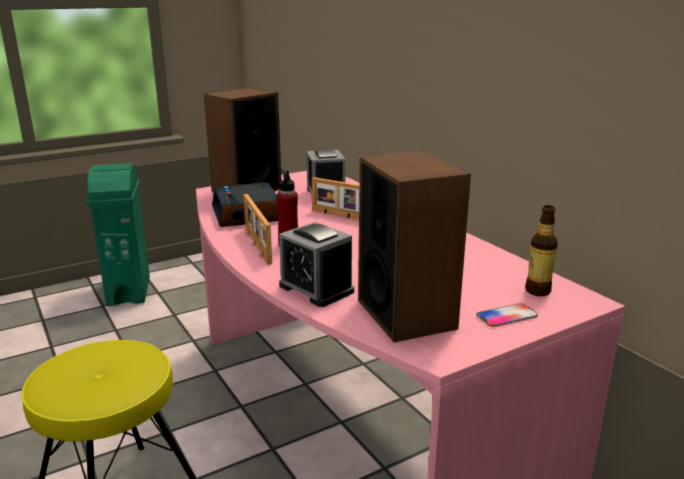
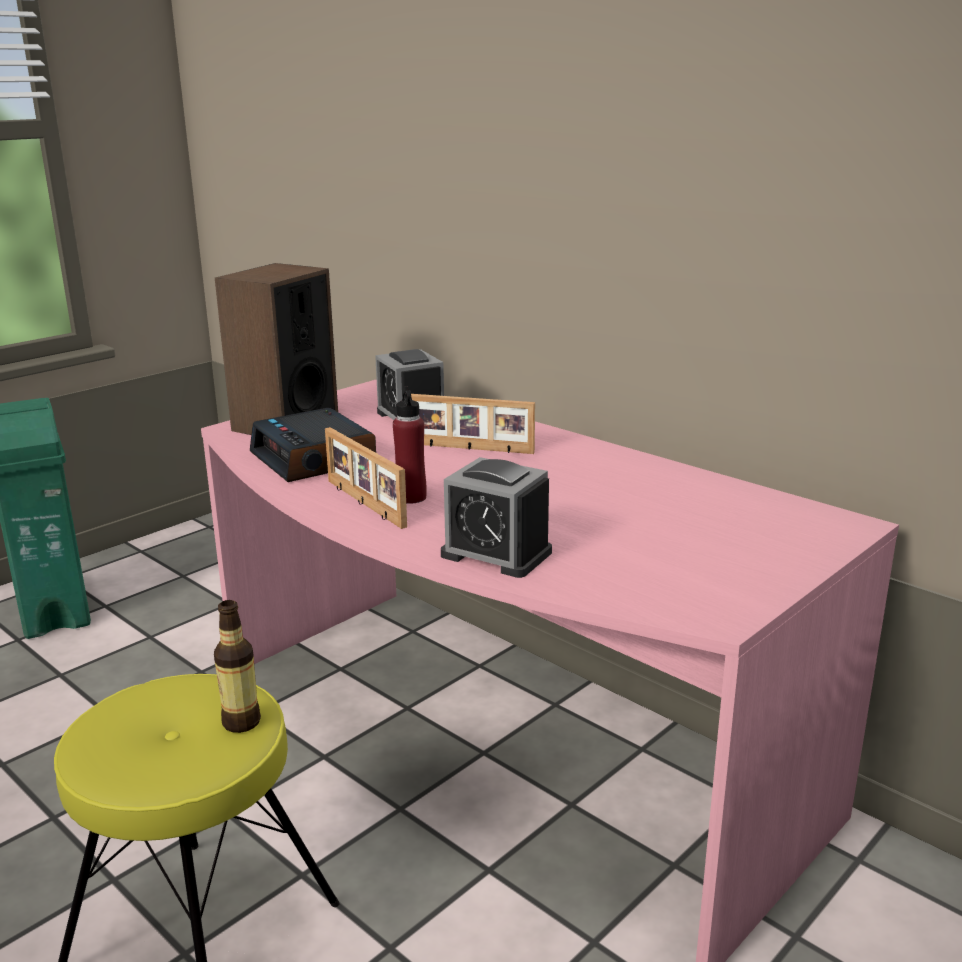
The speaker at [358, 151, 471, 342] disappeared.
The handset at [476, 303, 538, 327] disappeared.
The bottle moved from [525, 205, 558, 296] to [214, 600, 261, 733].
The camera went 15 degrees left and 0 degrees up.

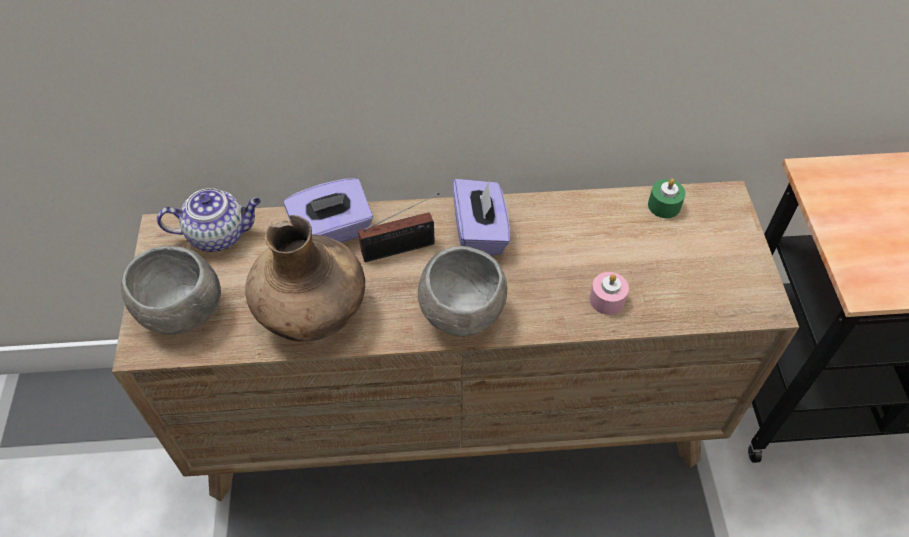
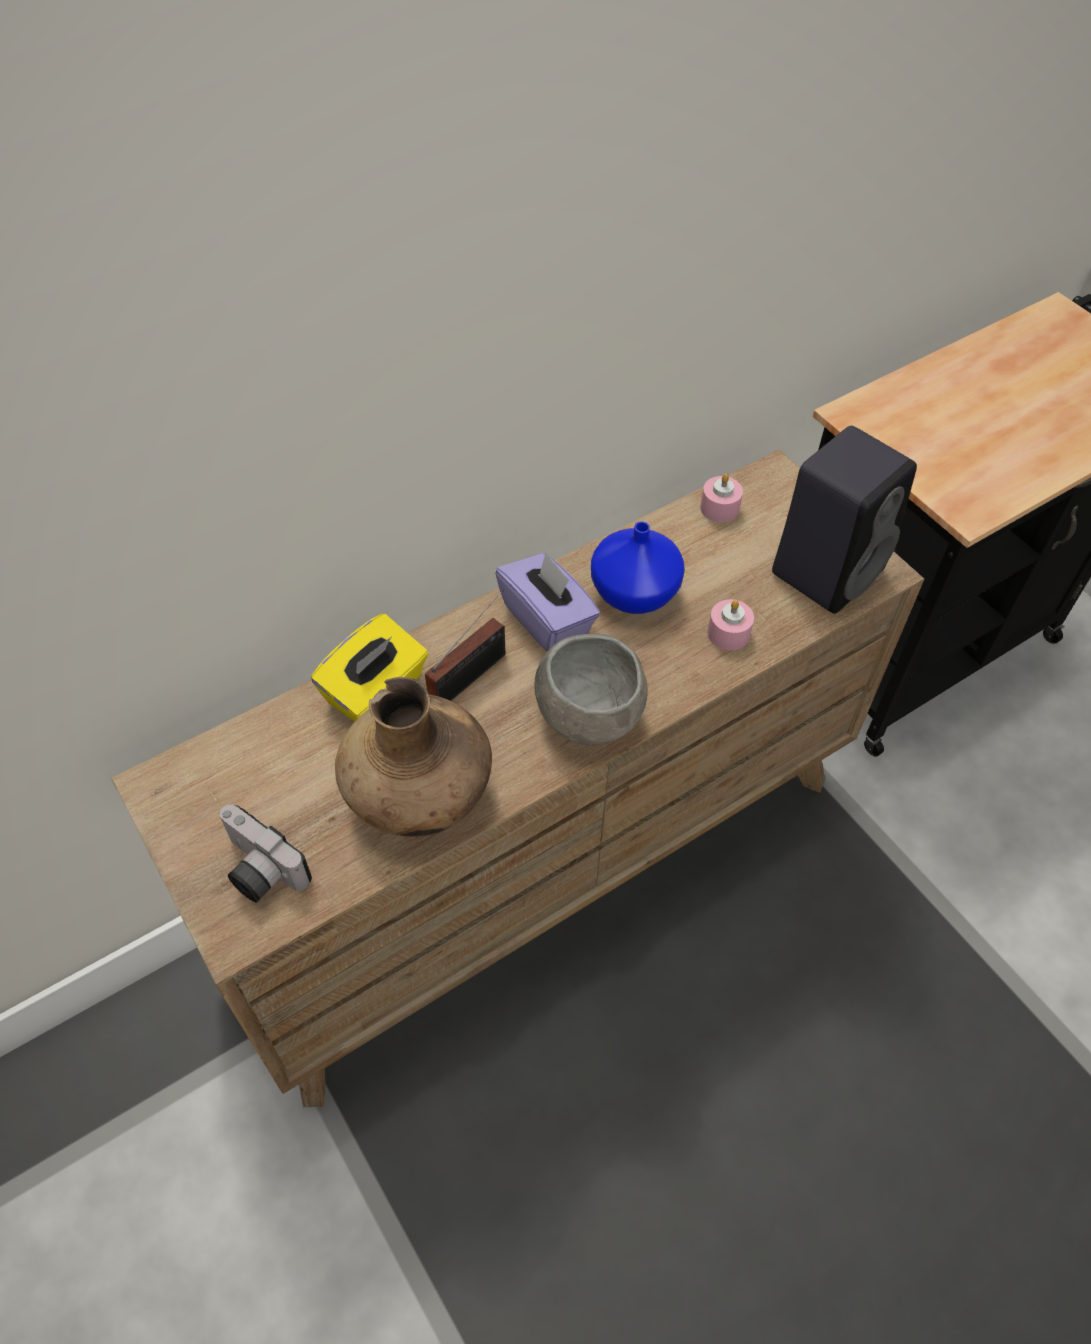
The deep dish/grey at [121, 246, 221, 335] was replaced by the still camera at [219, 804, 312, 903].
The tea pot at [157, 188, 261, 252] disappeared.
The tissue holder/purple-coloured at [284, 178, 373, 243] became the tissue holder/yellow-coloured at [311, 614, 428, 722].
The wax candle/greenish at [648, 179, 685, 218] became the wax candle/pink-coloured at [700, 474, 743, 523].
The decorative vase/blue at [591, 522, 685, 614] appeared.
The speaker/black-coloured at [772, 426, 917, 614] appeared.
The camera went 30 degrees left and 0 degrees up.

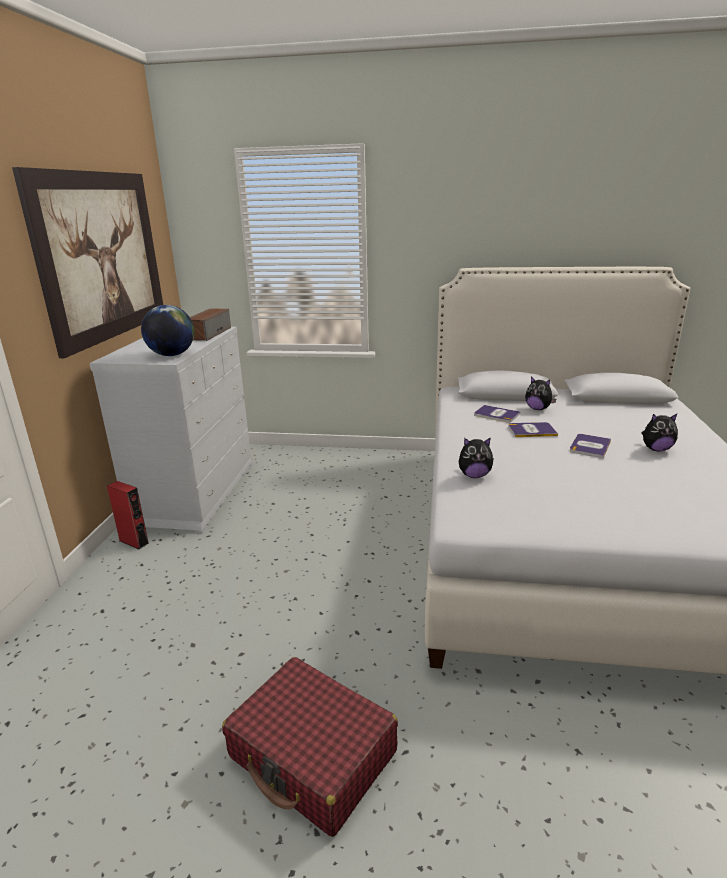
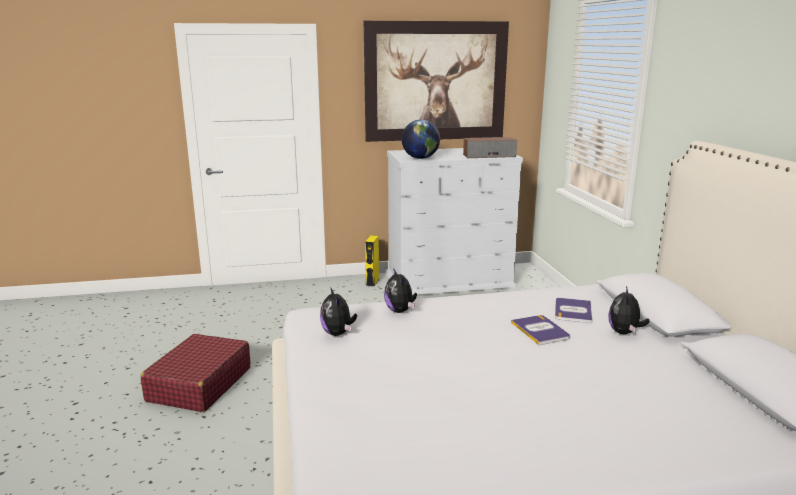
The speaker/red at [107, 481, 149, 549] became the speaker/yellow-coloured at [365, 235, 379, 287].
The bound book at [570, 434, 611, 458] disappeared.
The plush toy moved from [641, 414, 678, 452] to [320, 287, 357, 336].
The camera went 70 degrees right and 5 degrees down.

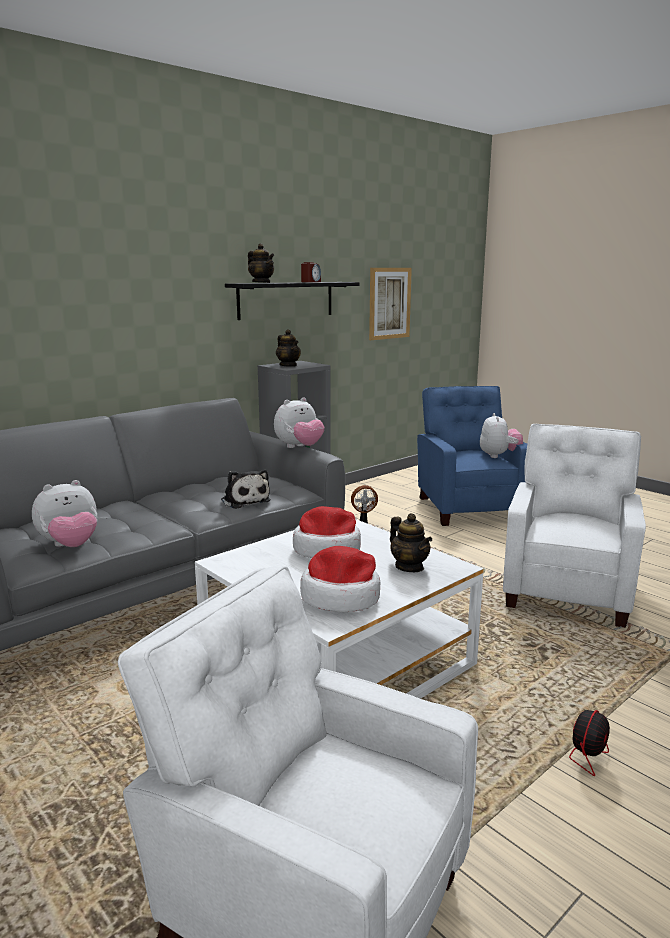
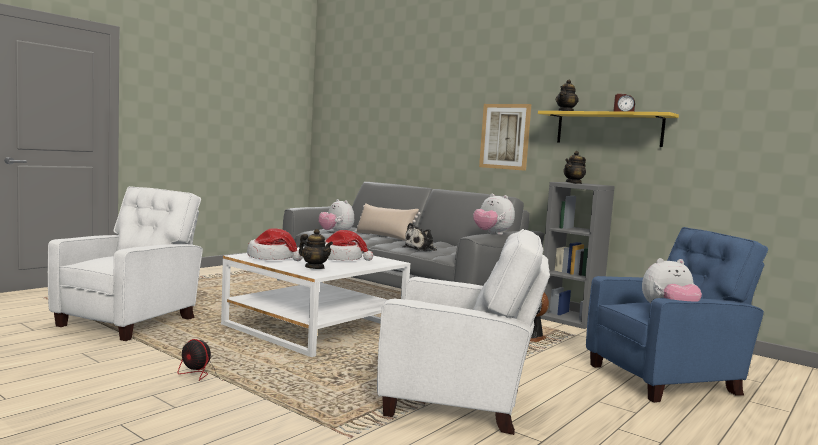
The bracket shelf/black-coloured at [225, 282, 360, 320] became the bracket shelf/yellow-coloured at [538, 111, 679, 147].
The wall art moved from [369, 268, 412, 340] to [479, 104, 531, 171].
The tea pot at [390, 513, 432, 572] turned 105 degrees counterclockwise.
The throw pillow/beige at [355, 203, 421, 241] appeared.
The camera went 80 degrees right and 10 degrees down.

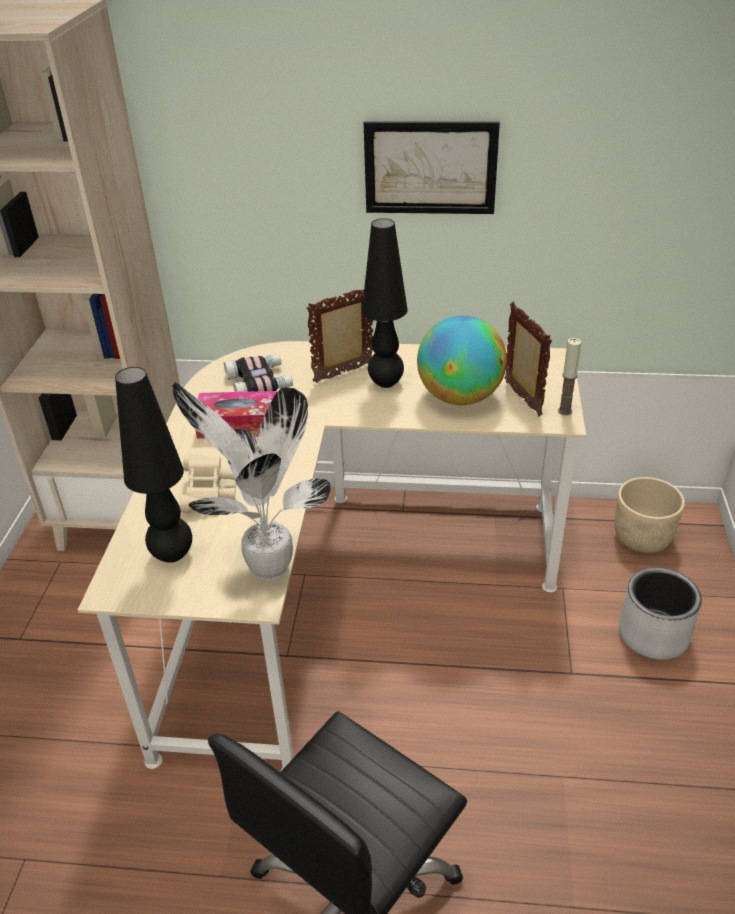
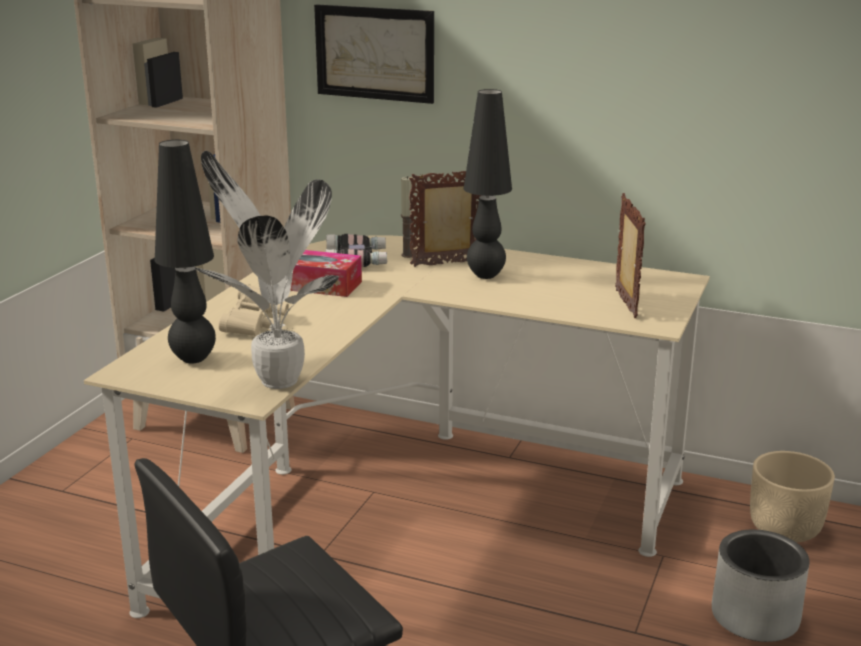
The wall art moved from [364, 121, 500, 214] to [314, 4, 434, 104].
The world globe at [417, 315, 507, 405] disappeared.
The wax candle moved from [558, 338, 581, 415] to [401, 176, 414, 258].
The camera went 15 degrees right and 15 degrees down.

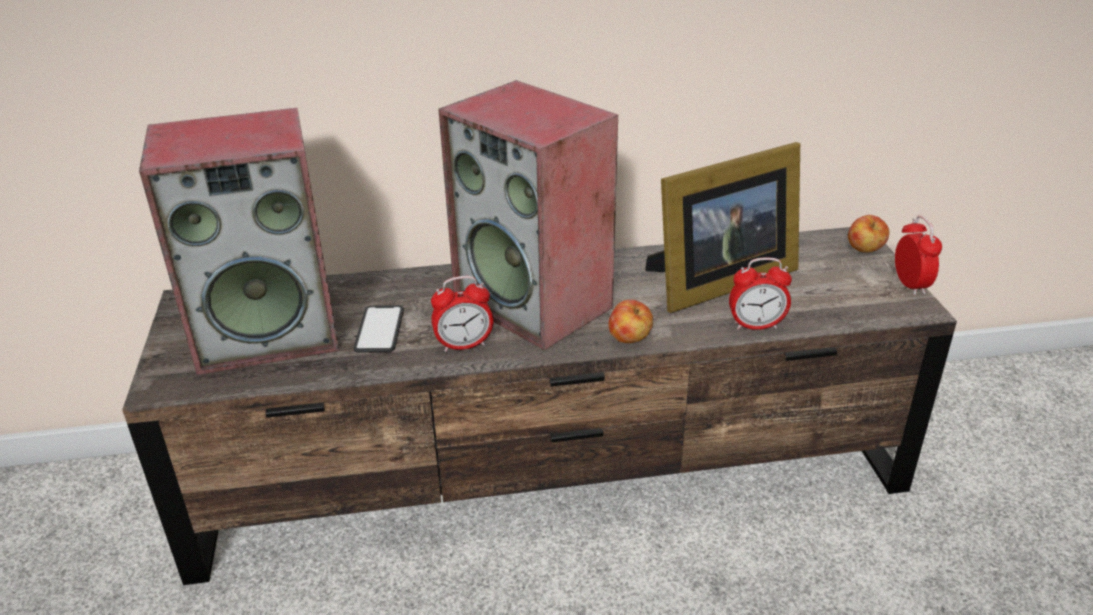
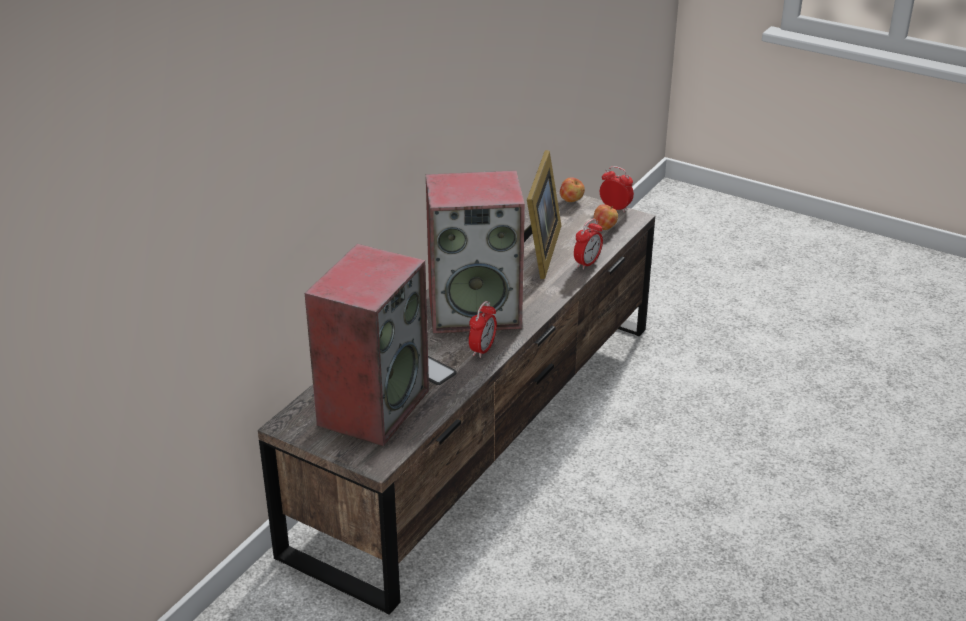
The whole apple moved from [608, 300, 653, 343] to [594, 204, 618, 230].
The camera went 50 degrees left and 0 degrees up.

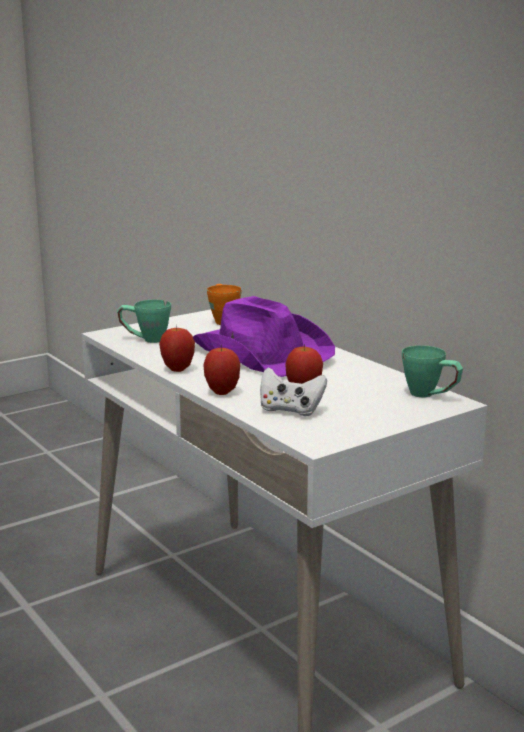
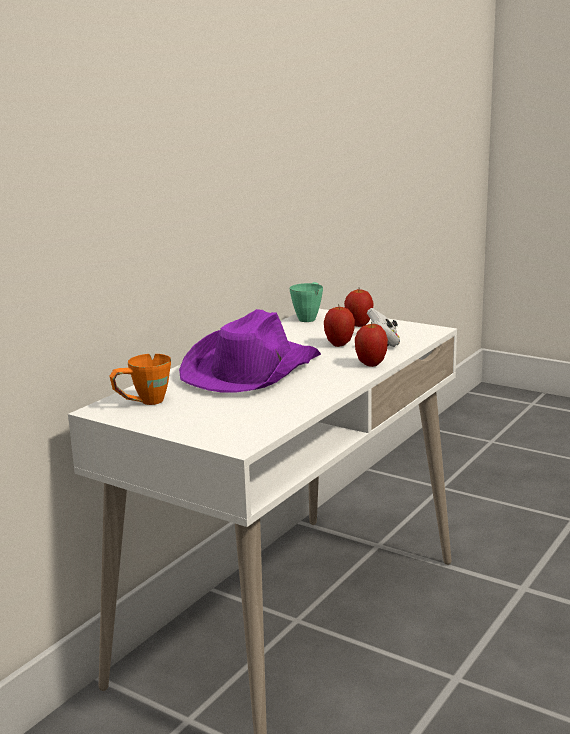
The tea mug/greenish at [117, 300, 171, 343] disappeared.
The whole apple moved from [159, 325, 195, 372] to [344, 289, 373, 327].
The camera went 110 degrees left and 0 degrees up.

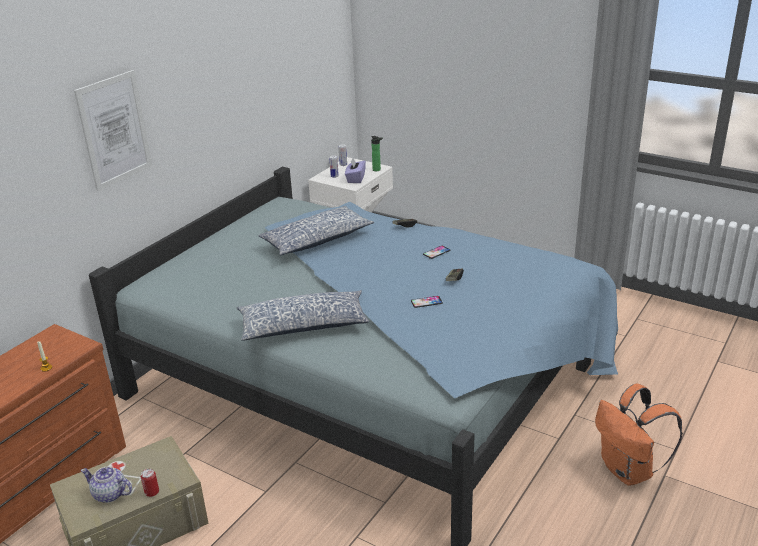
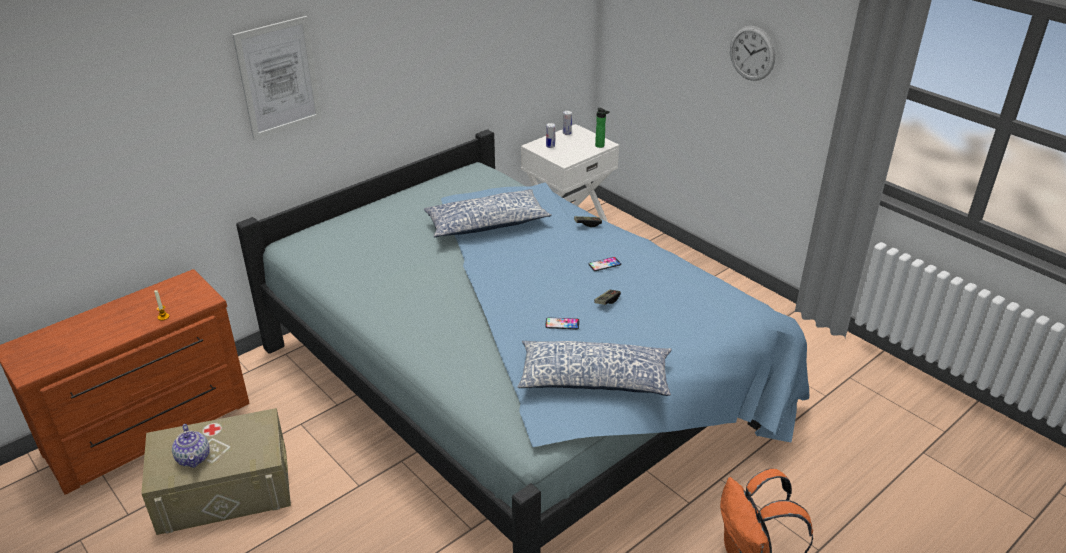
The tea pot at [81, 466, 132, 503] turned 150 degrees counterclockwise.
The can at [141, 469, 159, 497] disappeared.
The throw pillow moved from [237, 290, 369, 341] to [518, 341, 672, 396].
The tissue holder/purple-coloured at [345, 157, 366, 183] disappeared.
The wall clock at [730, 26, 775, 81] appeared.
The camera went 15 degrees right and 5 degrees up.

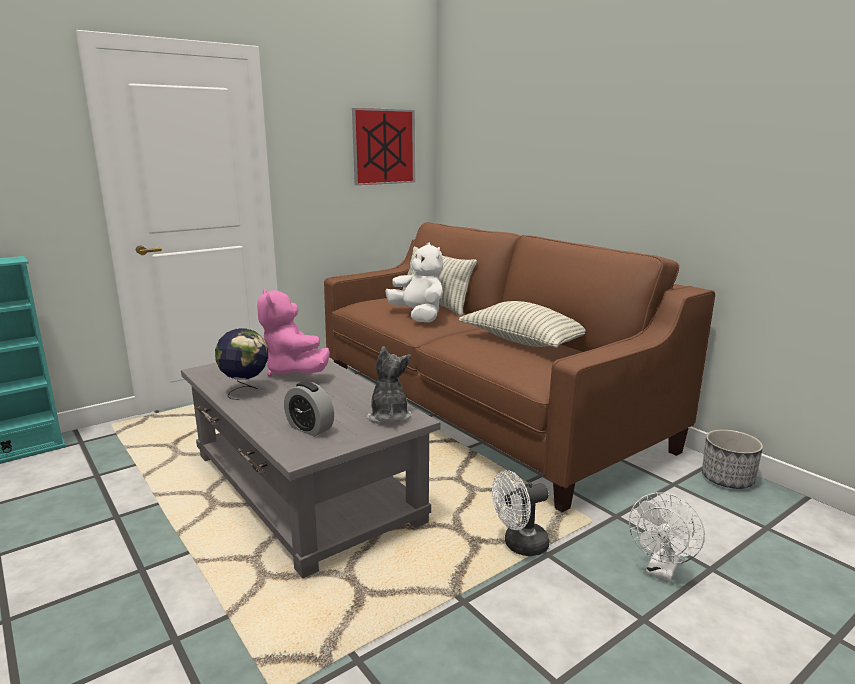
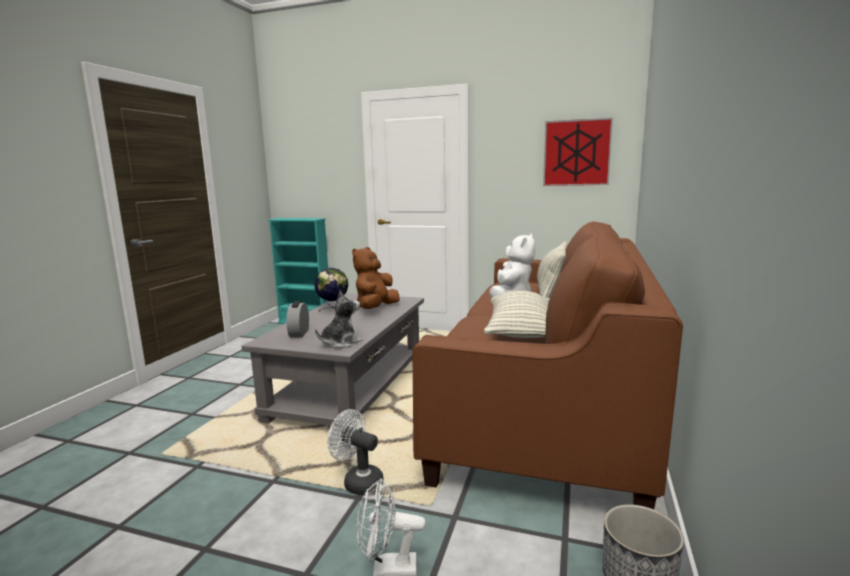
The plush toy/pink-coloured at [257, 288, 330, 377] became the plush toy/brownish at [352, 247, 400, 309].
The camera went 55 degrees right and 5 degrees down.

